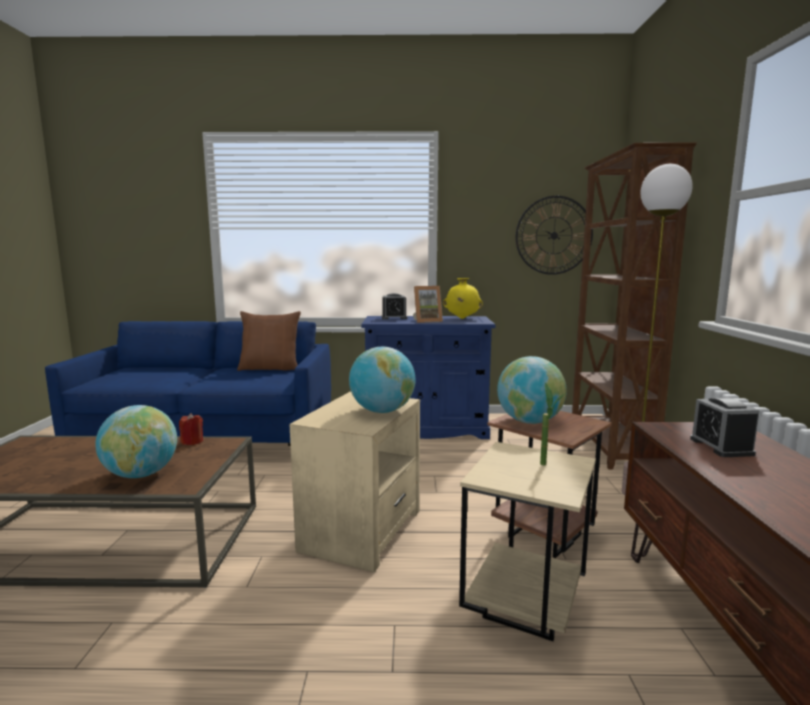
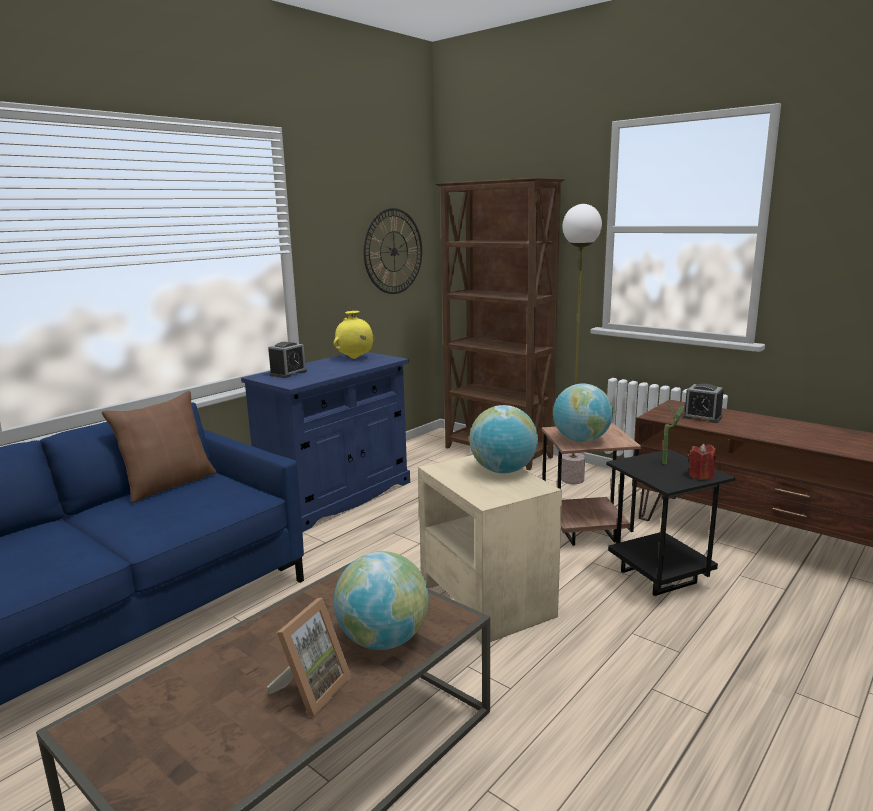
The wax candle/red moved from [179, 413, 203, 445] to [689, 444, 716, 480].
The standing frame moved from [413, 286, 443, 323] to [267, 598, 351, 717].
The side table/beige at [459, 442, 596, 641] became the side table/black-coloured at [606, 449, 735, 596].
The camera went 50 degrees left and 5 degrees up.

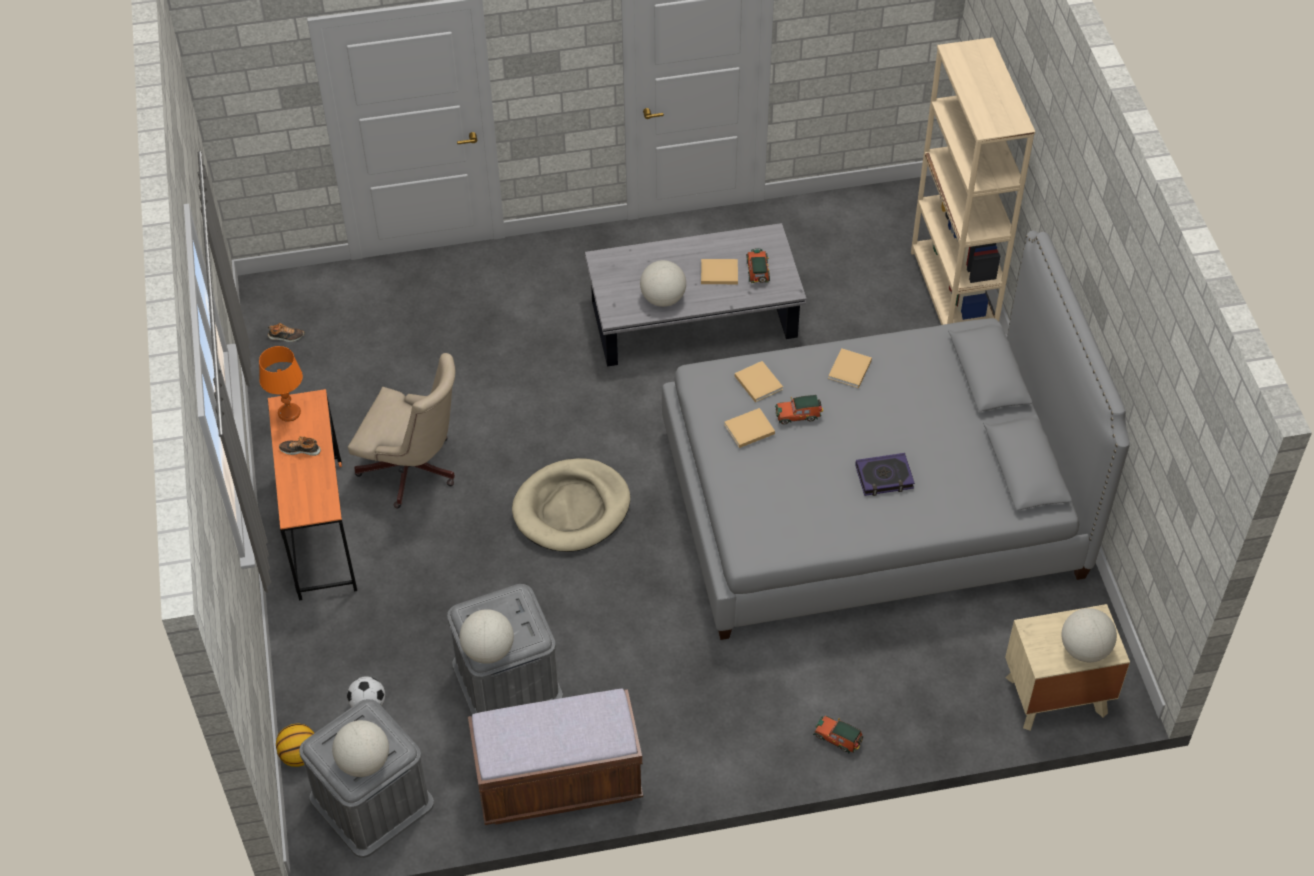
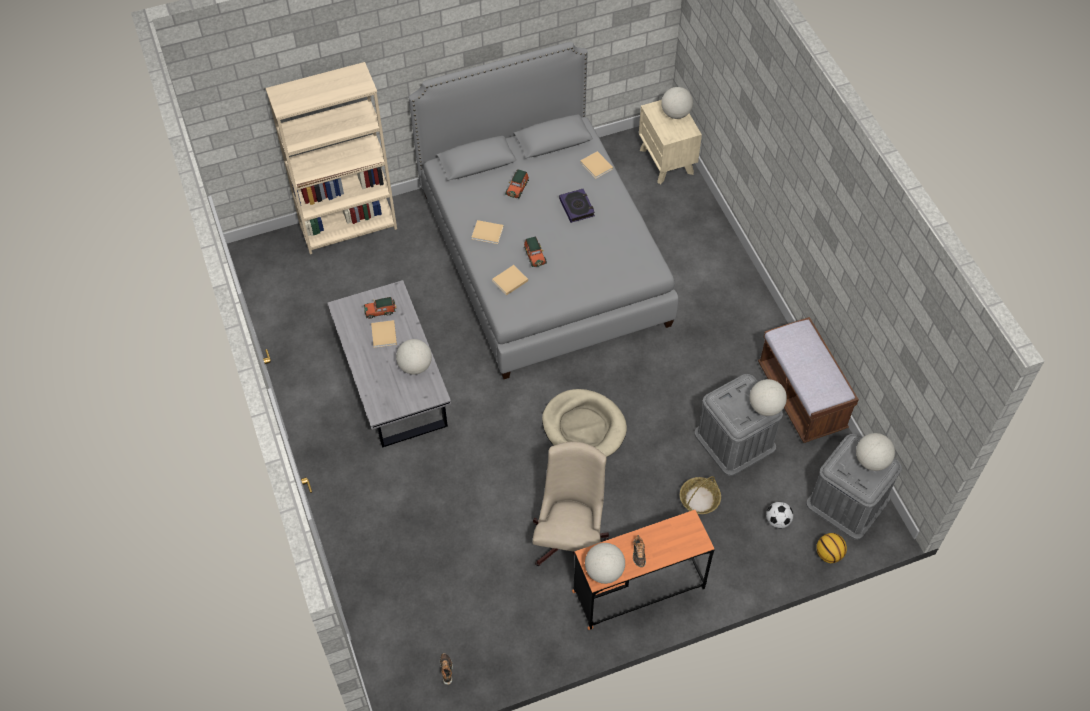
The lamp for a table/orange at [259, 346, 303, 422] was replaced by the world globe at [585, 543, 625, 584].
The bound book/beige moved from [724, 408, 775, 448] to [580, 151, 613, 179].
The miniature car moved from [813, 716, 863, 754] to [505, 169, 529, 198].
The household basket at [680, 476, 721, 514] appeared.
The camera went 100 degrees left and 5 degrees up.

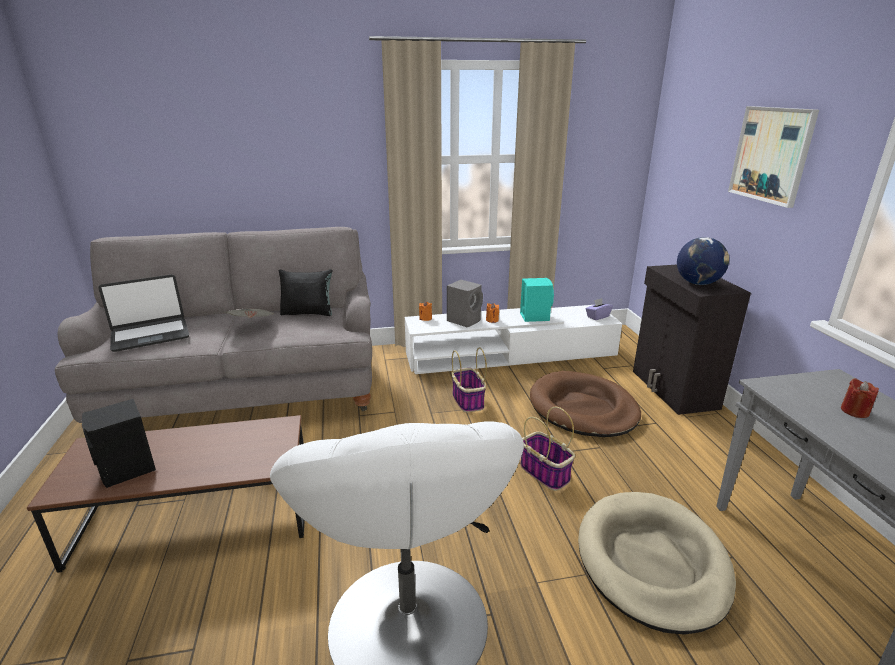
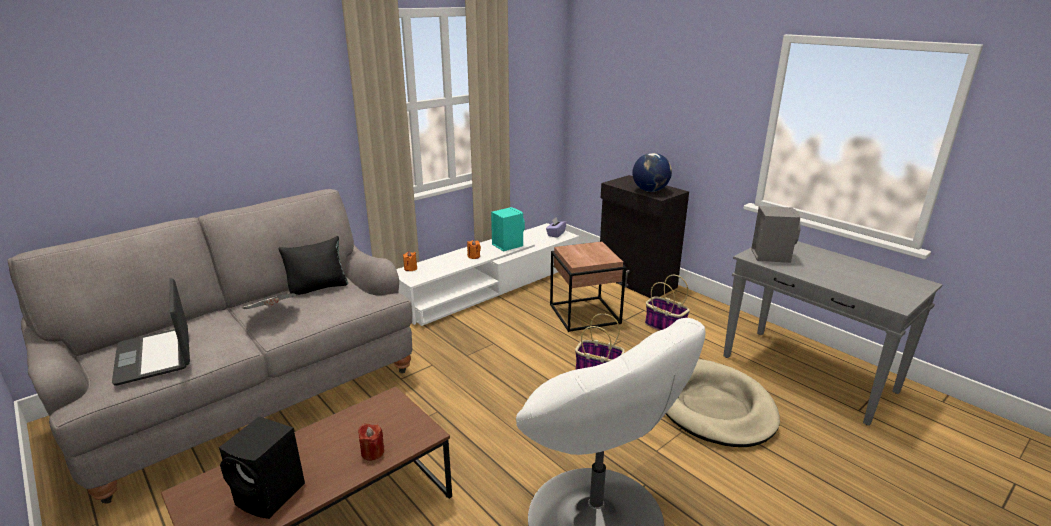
The portable computer at [98, 274, 189, 352] turned 120 degrees clockwise.
The speaker/grey moved from [447, 280, 483, 327] to [751, 206, 801, 263].
The household basket moved from [452, 347, 487, 412] to [645, 275, 690, 331].
The pet bed/brownish at [530, 371, 641, 437] was replaced by the side table/brownish at [550, 242, 626, 332].
The wall art at [728, 106, 819, 208] disappeared.
The wax candle/red moved from [841, 378, 879, 418] to [358, 423, 384, 461].
The camera went 30 degrees left and 0 degrees up.

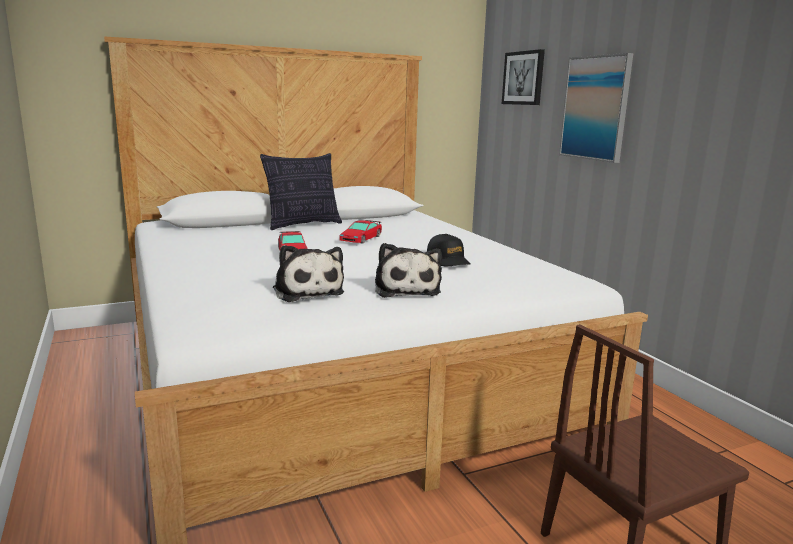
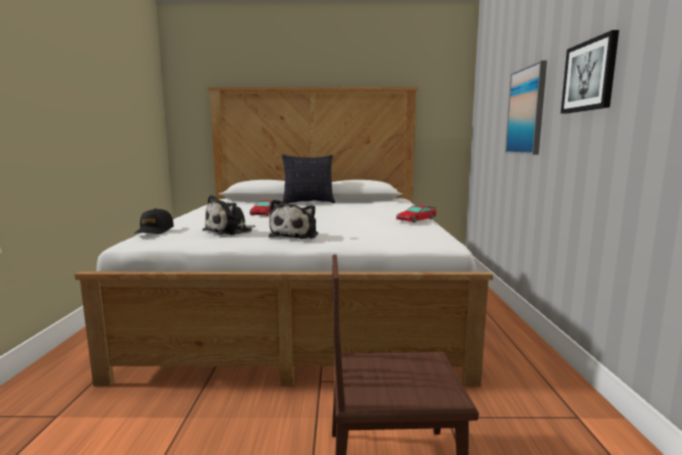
The plush toy at [273, 245, 344, 302] turned 45 degrees clockwise.
The miniature car moved from [339, 220, 382, 244] to [396, 205, 436, 223].
The peaked cap/black-coloured moved from [427, 234, 470, 266] to [134, 208, 174, 234].
The wall art moved from [502, 49, 545, 105] to [561, 30, 619, 114].
The camera went 25 degrees right and 5 degrees down.

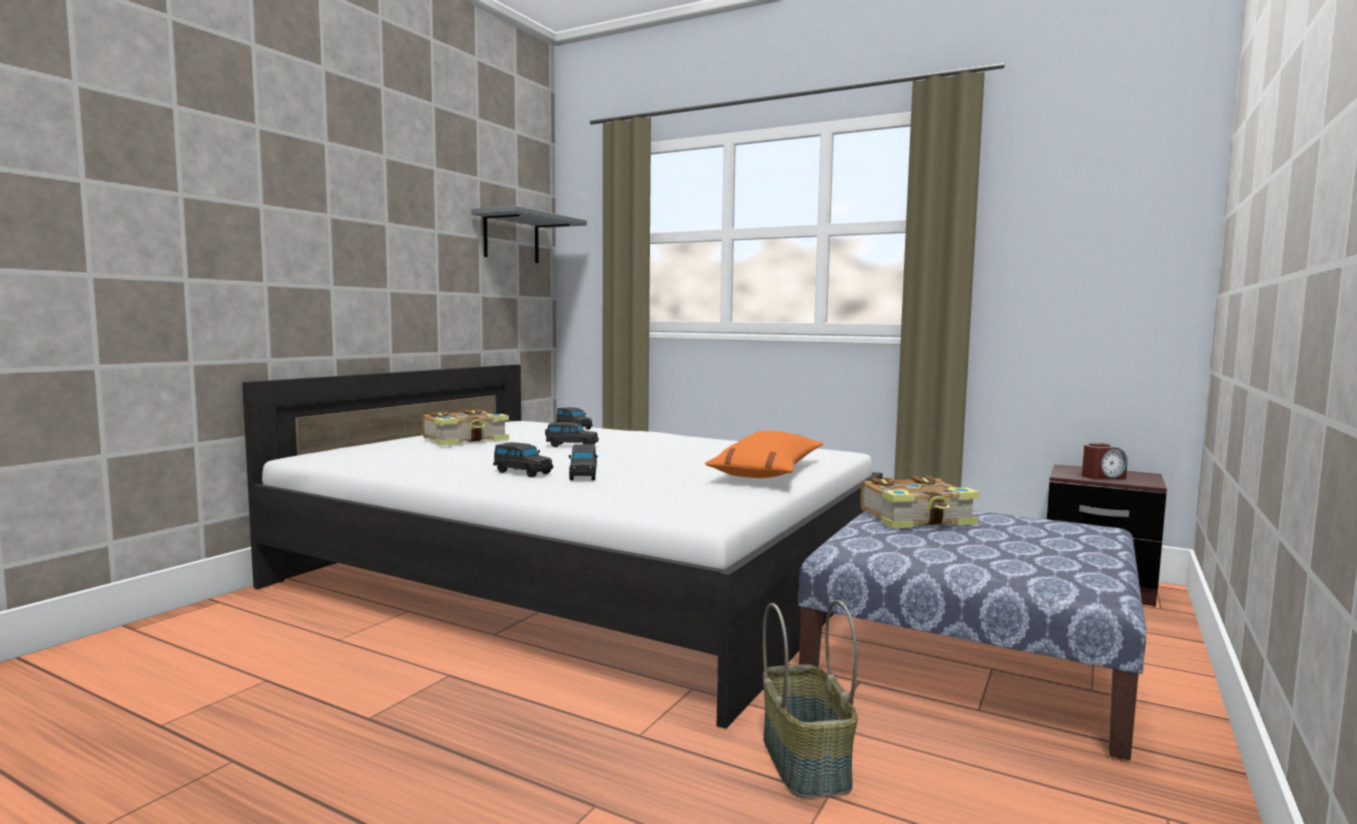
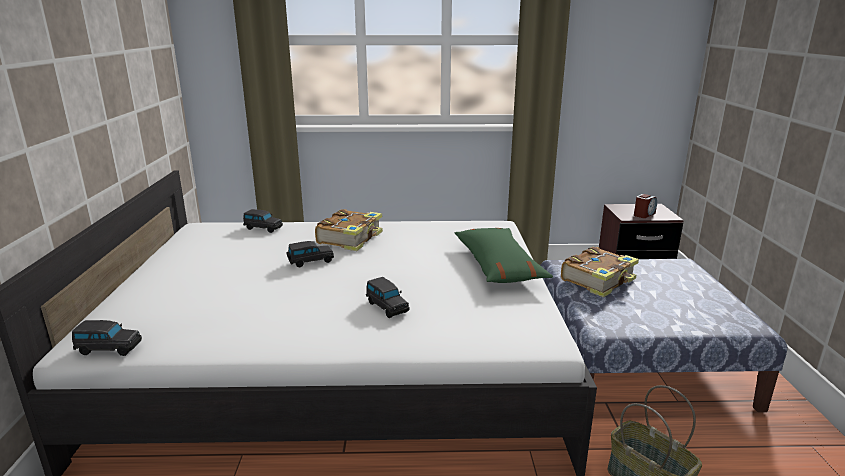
The bound book moved from [422, 409, 509, 446] to [315, 209, 383, 251].
The bracket shelf/grey at [471, 205, 587, 263] disappeared.
The miniature car/black-coloured moved from [493, 442, 553, 477] to [72, 320, 142, 356].
The throw pillow/orange at [705, 431, 823, 478] became the throw pillow/greenish at [455, 228, 553, 283].
The camera went 30 degrees left and 15 degrees up.

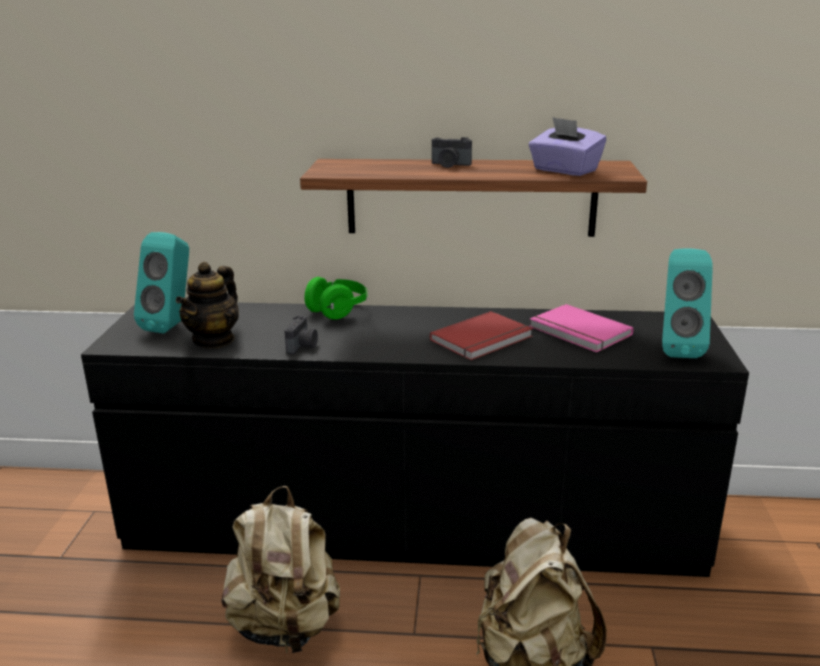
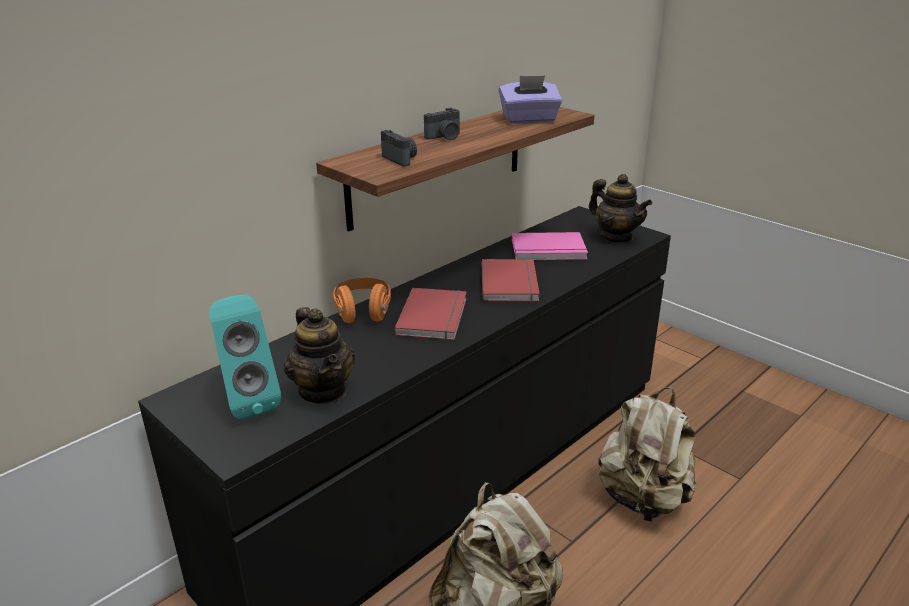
The still camera moved from [284, 315, 318, 354] to [381, 130, 417, 167].
The headphones/greenish at [304, 277, 368, 320] became the headphones/orange at [333, 278, 391, 323].
The speaker/turquoise-coloured at [662, 249, 713, 358] was replaced by the tea pot at [589, 174, 652, 243].
The bound book/red at [394, 288, 467, 340] appeared.
The camera went 50 degrees left and 5 degrees up.

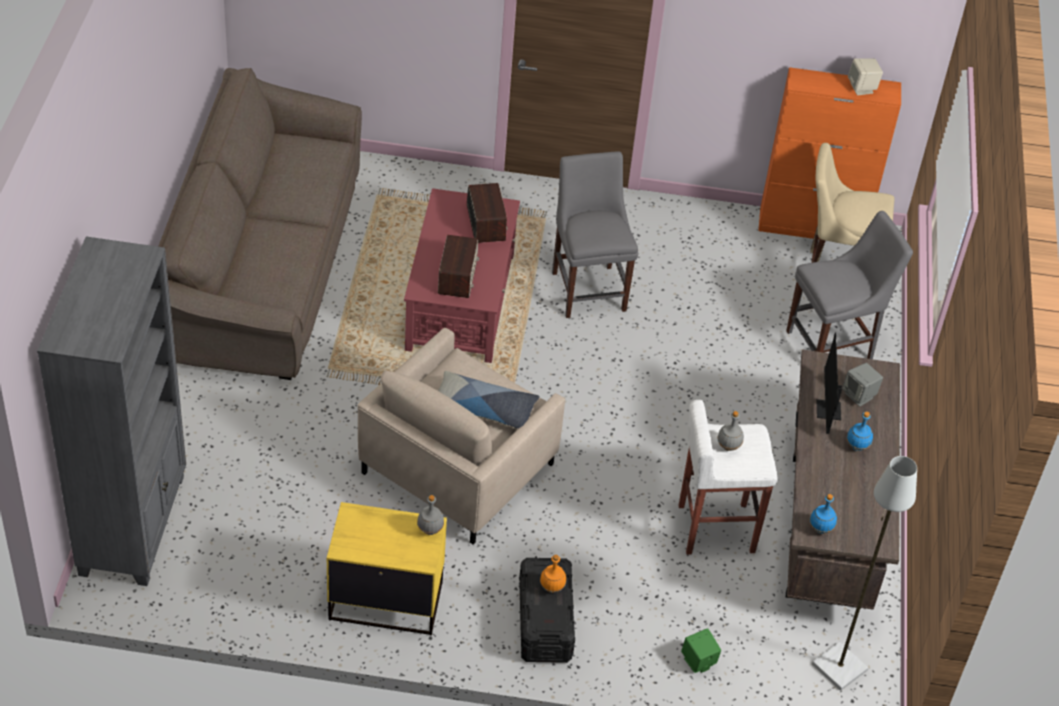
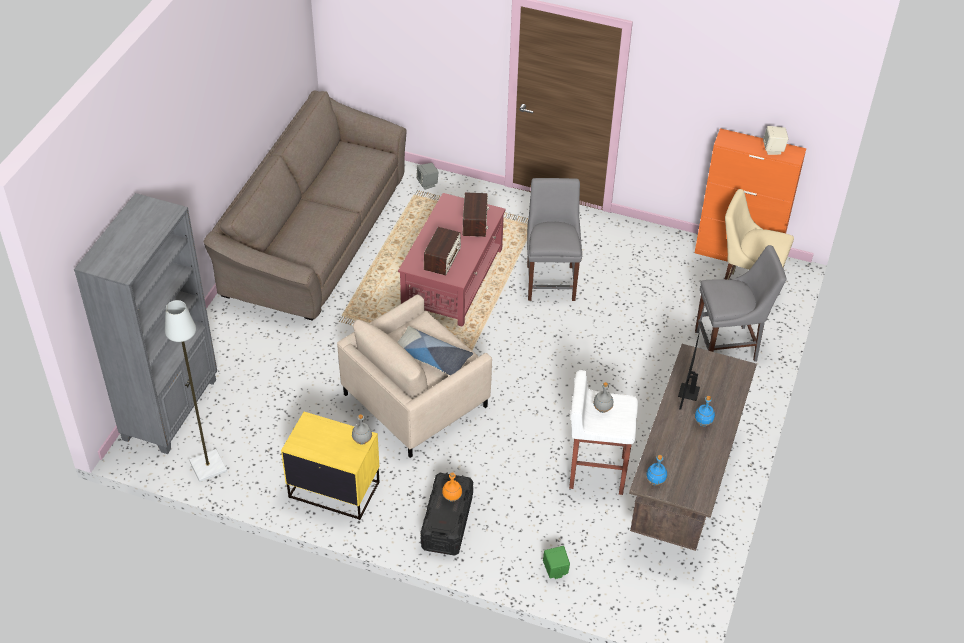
The floor lamp/grey moved from [812, 456, 917, 691] to [165, 300, 227, 482].
The speaker/grey moved from [842, 363, 883, 407] to [416, 163, 439, 190].
The camera went 15 degrees right and 0 degrees up.

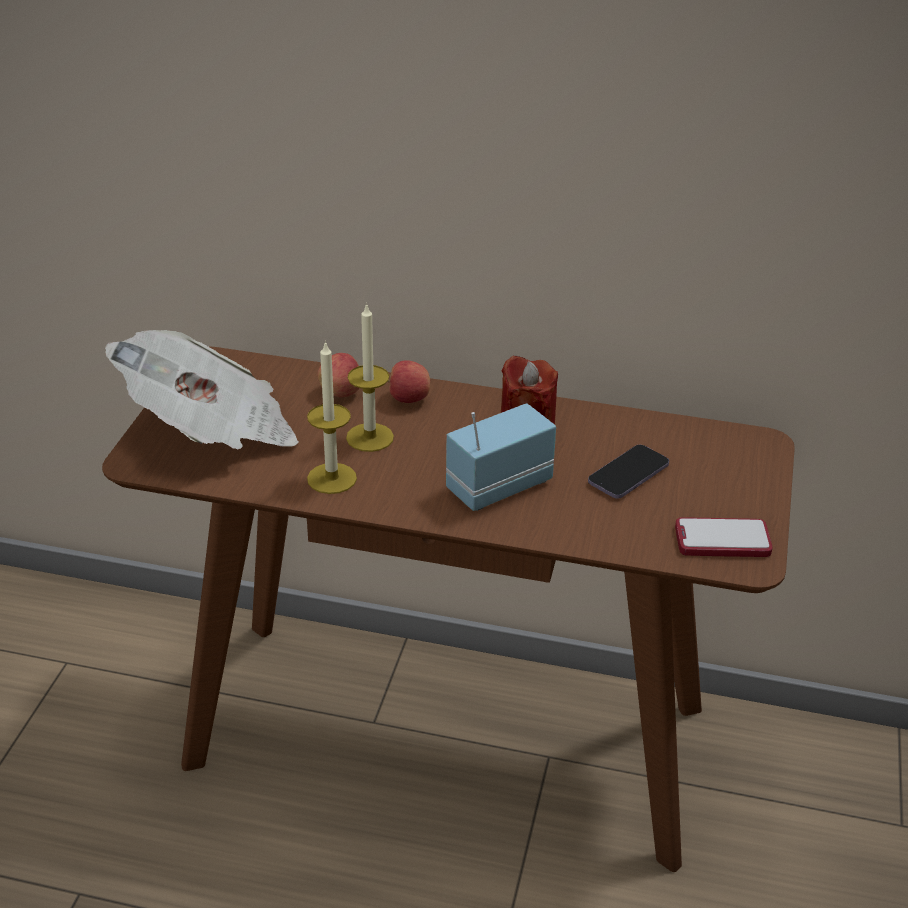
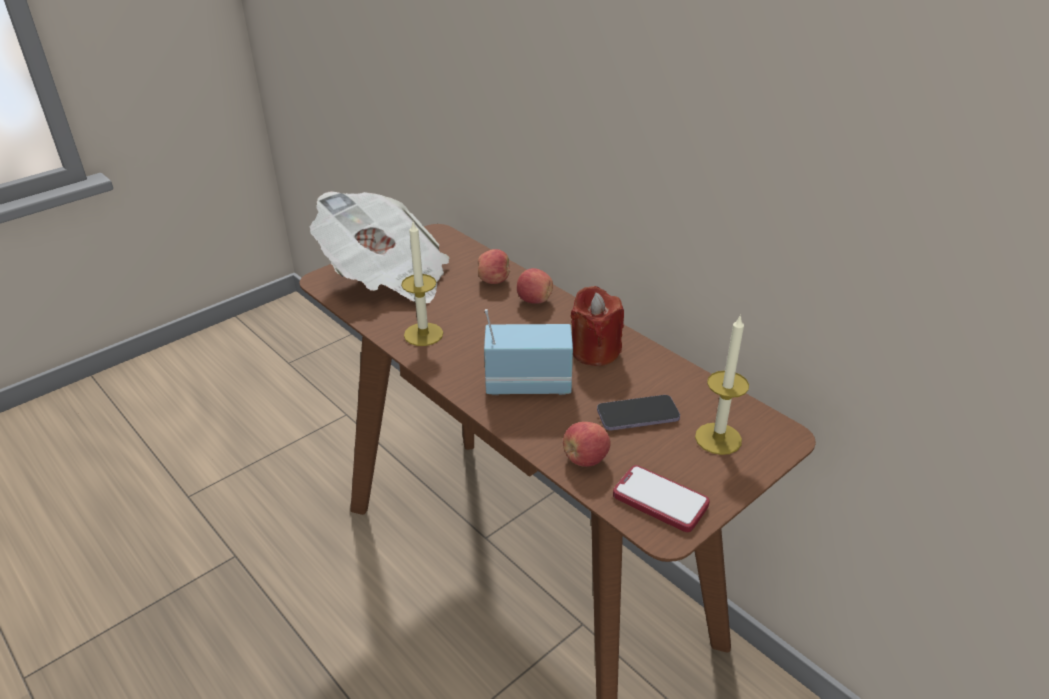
The wax candle moved from [346, 303, 394, 452] to [695, 314, 749, 455].
The whole apple at [563, 422, 611, 467] appeared.
The camera went 35 degrees right and 0 degrees up.

